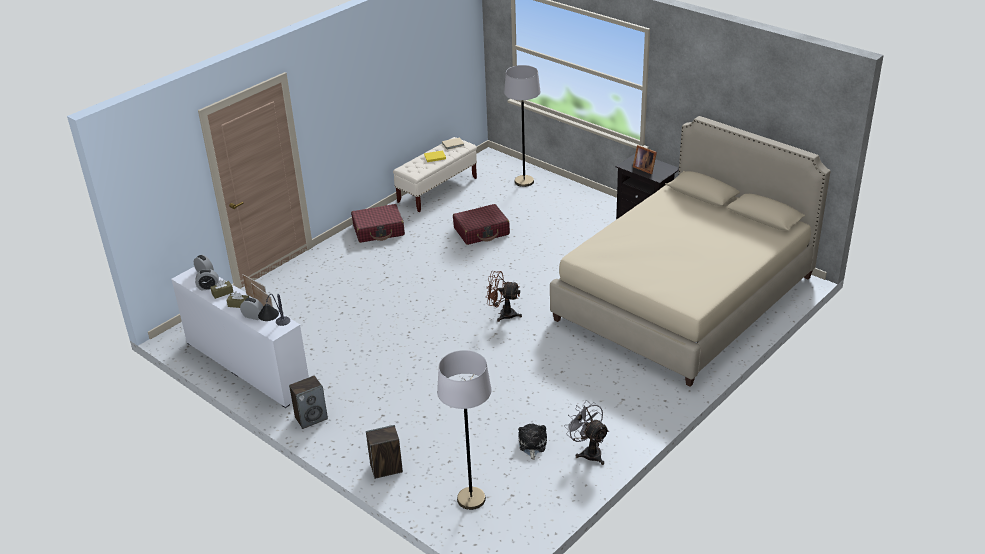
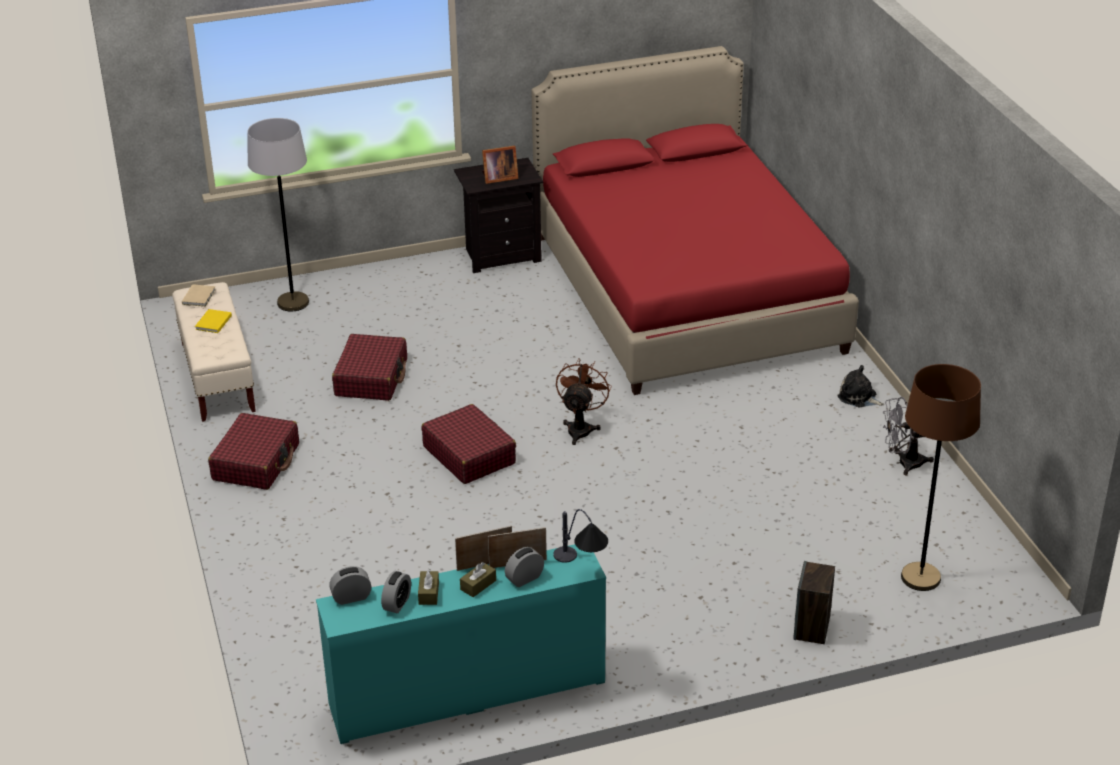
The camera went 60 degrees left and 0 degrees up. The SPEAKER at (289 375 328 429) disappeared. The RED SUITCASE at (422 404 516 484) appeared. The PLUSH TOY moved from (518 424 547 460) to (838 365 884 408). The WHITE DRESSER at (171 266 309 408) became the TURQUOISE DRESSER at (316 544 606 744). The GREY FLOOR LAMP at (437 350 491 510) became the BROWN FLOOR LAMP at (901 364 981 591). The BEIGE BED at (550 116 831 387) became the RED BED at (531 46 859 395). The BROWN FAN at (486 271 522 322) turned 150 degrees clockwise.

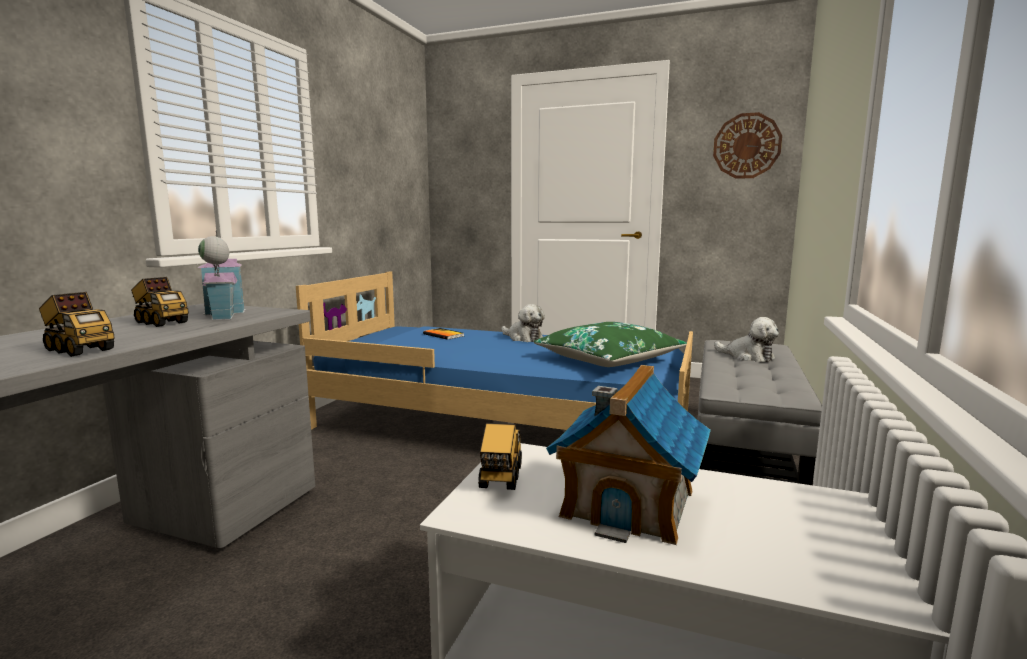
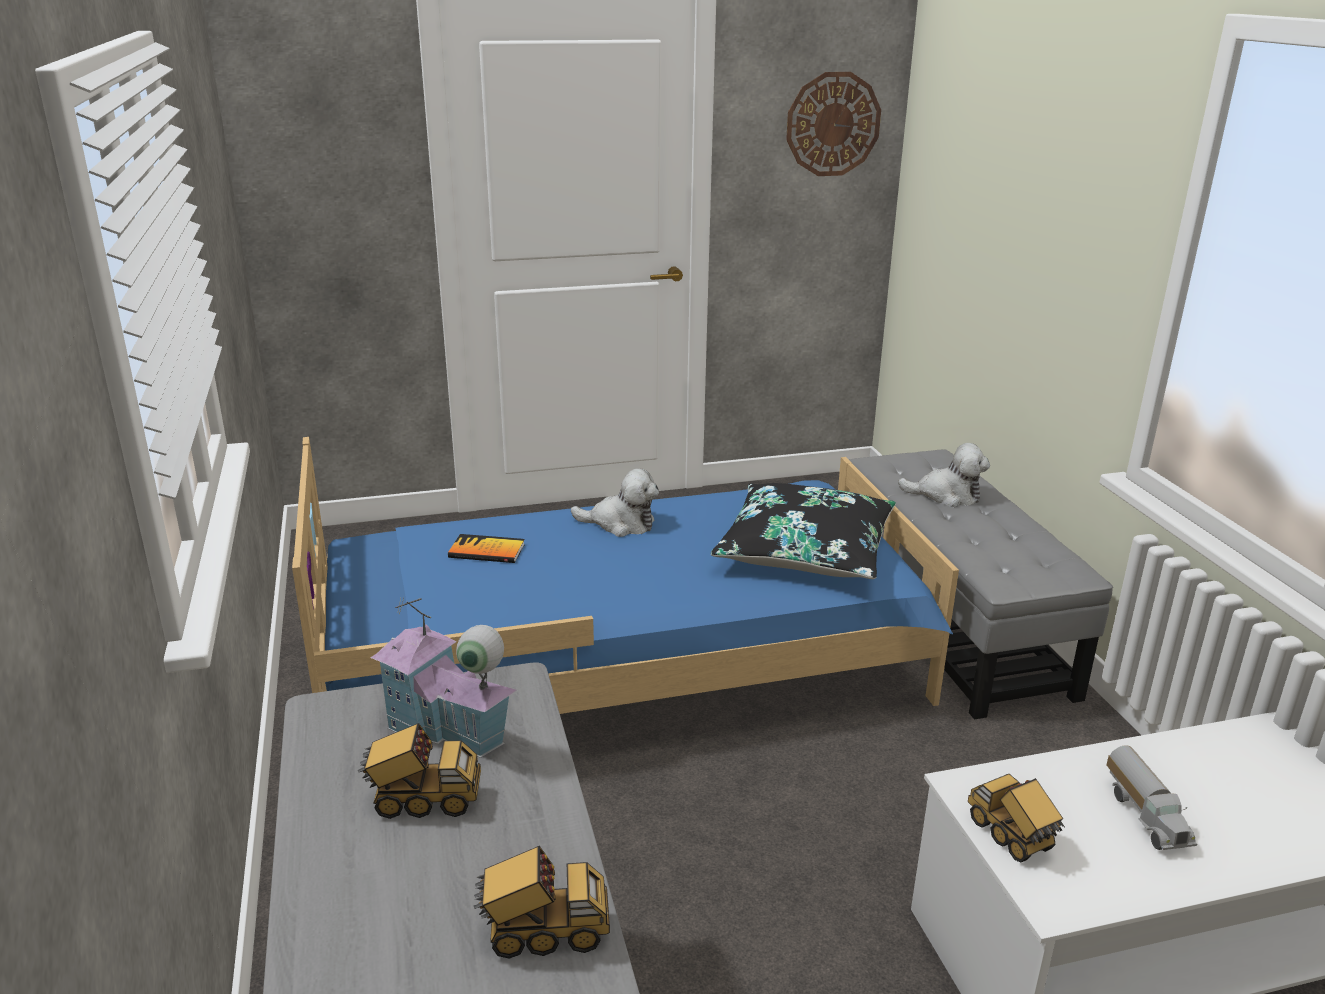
The camera went 35 degrees left and 15 degrees up. The TOY HOUSE at (546 365 711 545) was replaced by the TOY TRUCK at (1106 745 1197 850). The GREEN PILLOW at (534 322 687 367) became the BLACK PILLOW at (710 483 896 579).

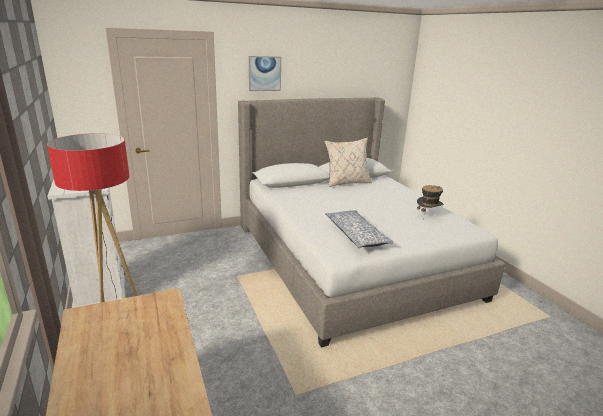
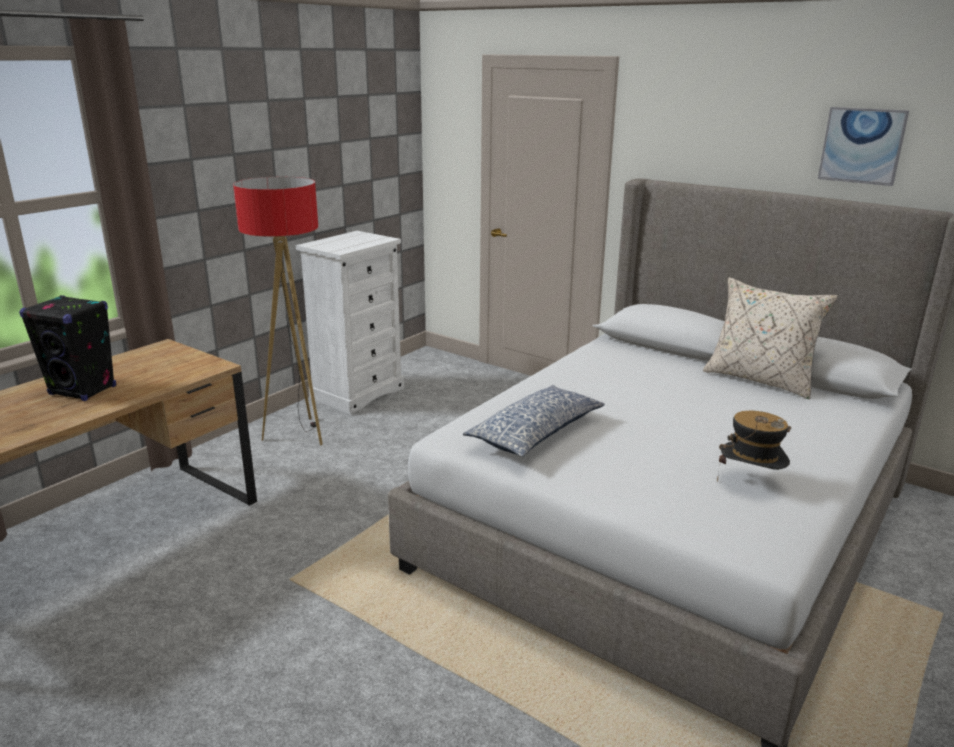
The camera went 60 degrees right and 0 degrees up. The BLACK SPEAKER at (19 295 116 401) appeared. The PICTURE moved from (249 56 281 91) to (818 107 909 186).

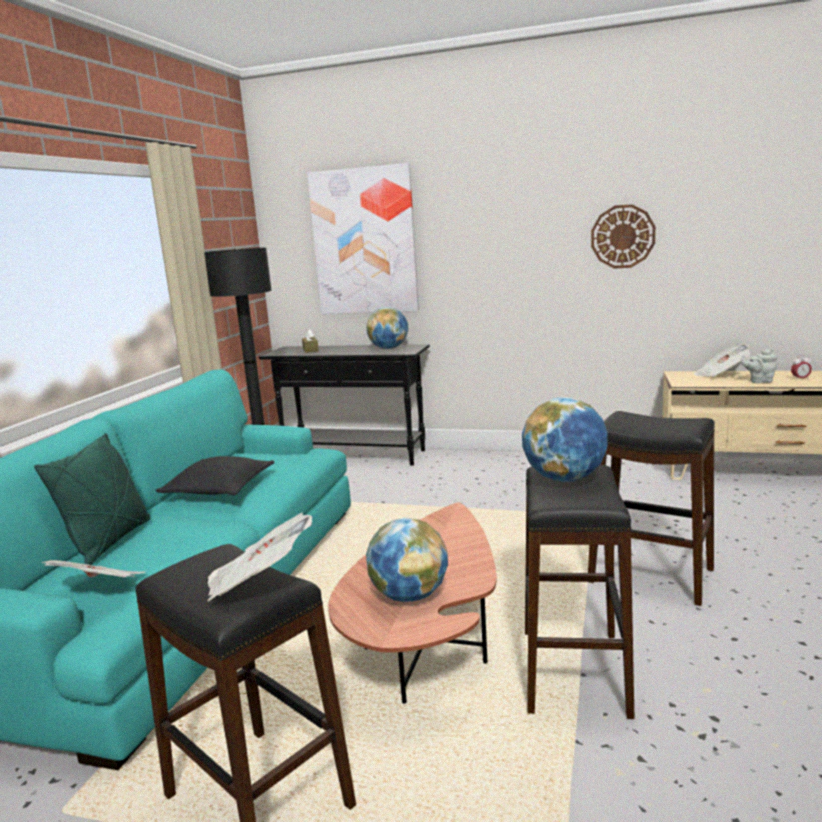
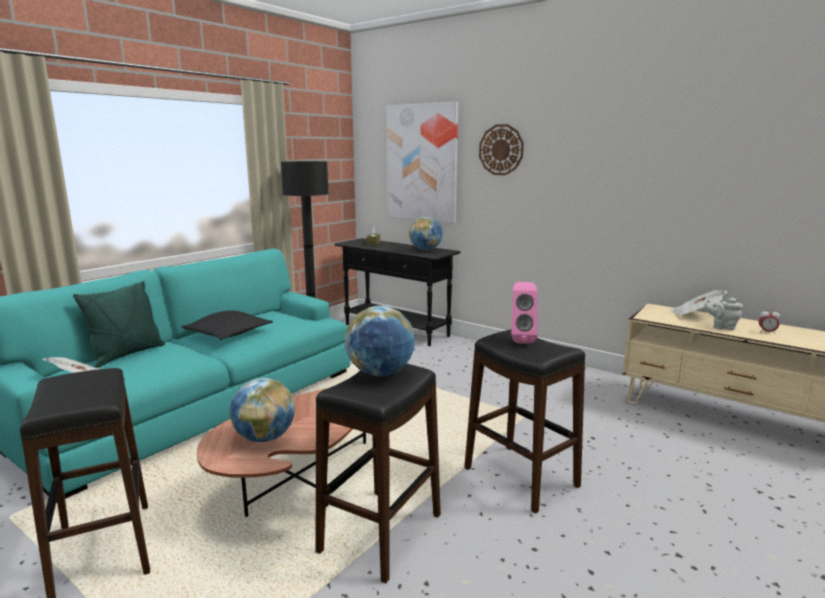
The camera went 20 degrees right and 0 degrees up. The NEWSPAPER at (207 512 312 601) disappeared. The PINK SPEAKER at (511 282 538 344) appeared. The WALL CLOCK moved from (591 204 656 268) to (479 124 524 175).

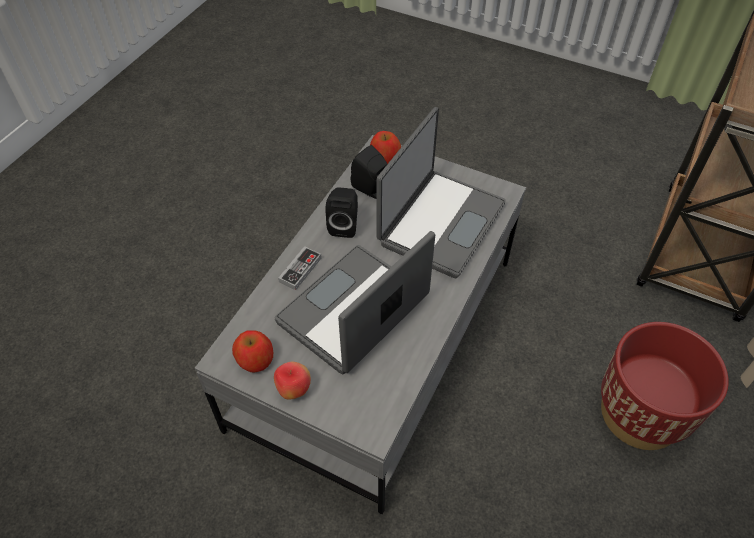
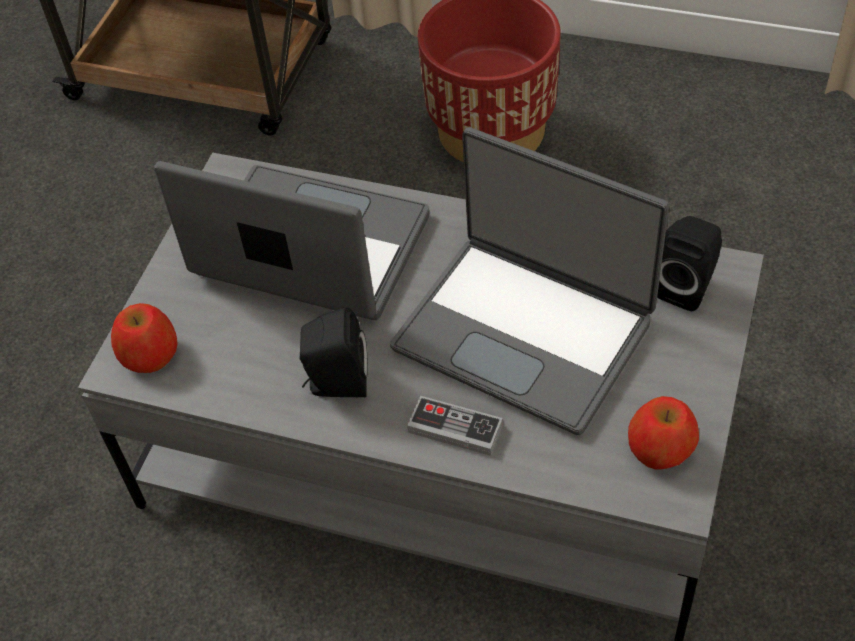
The camera went 95 degrees left and 0 degrees up. The APPLE at (274 362 311 400) disappeared. The BLACK SPEAKER moved from (351 145 387 199) to (657 216 722 311).

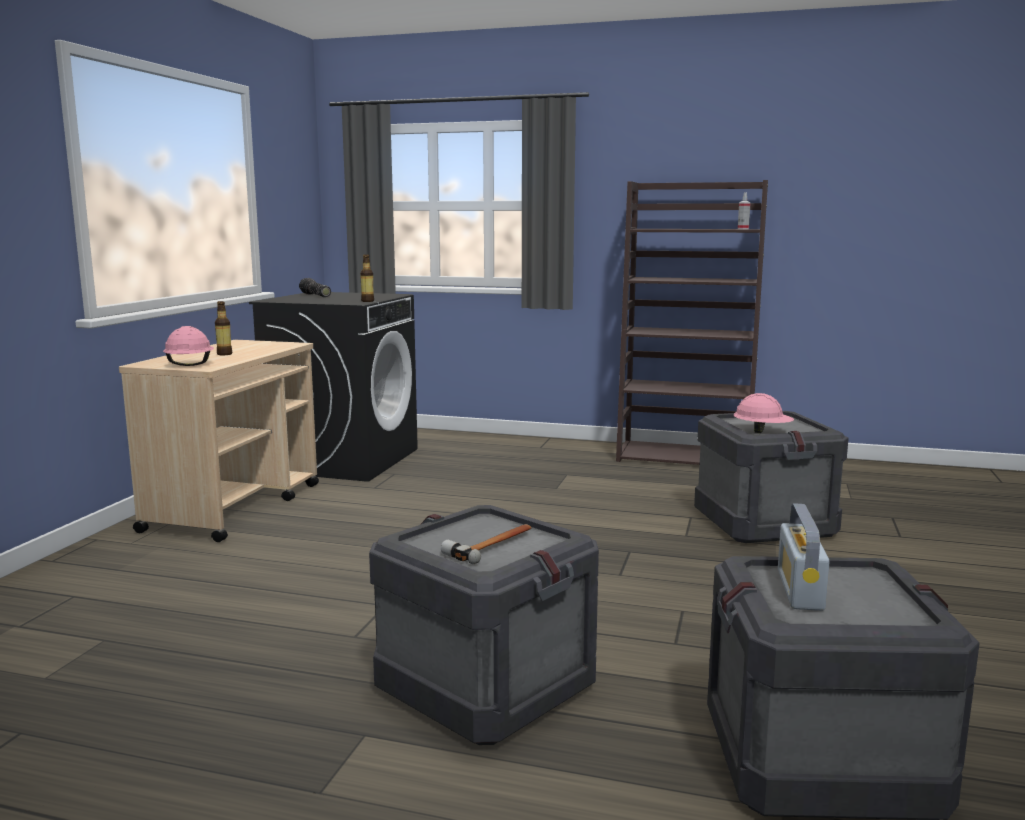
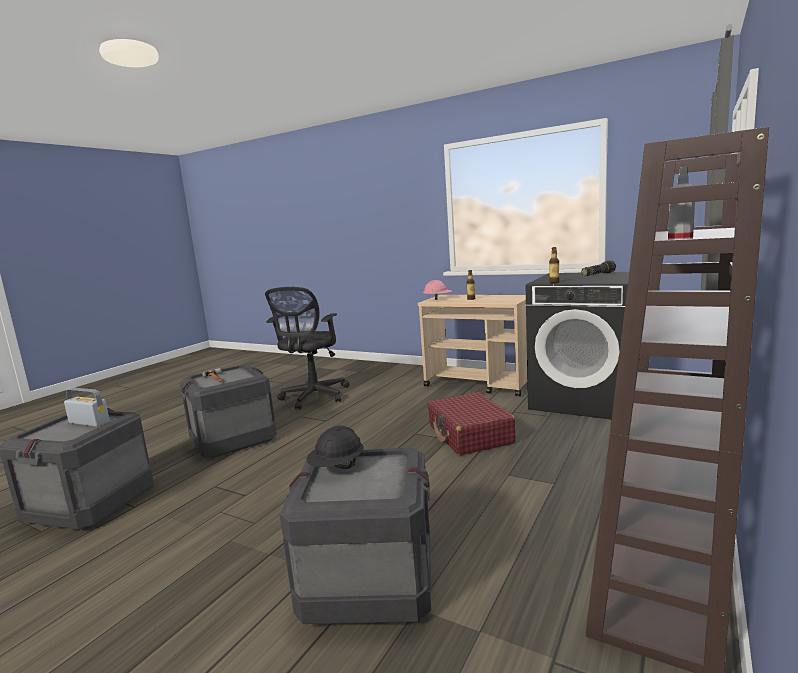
The camera went 105 degrees right and 0 degrees up. The BLACK OFFICE CHAIR at (265 287 350 409) appeared. The RED SUITCASE at (428 392 516 456) appeared. The PINK HARD HAT at (734 393 794 433) became the BLACK HARD HAT at (306 426 363 469).

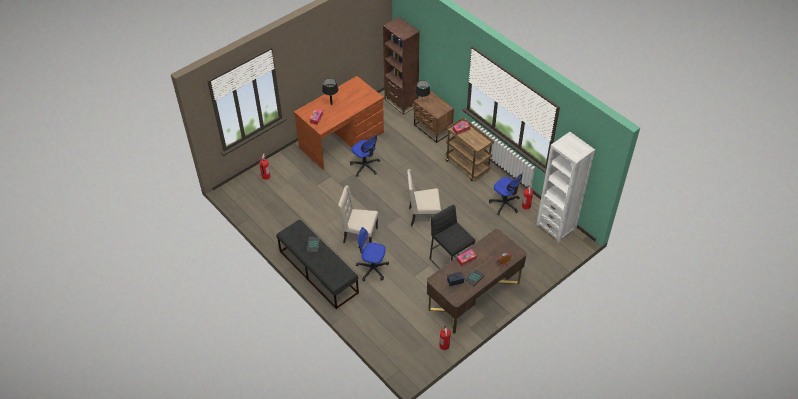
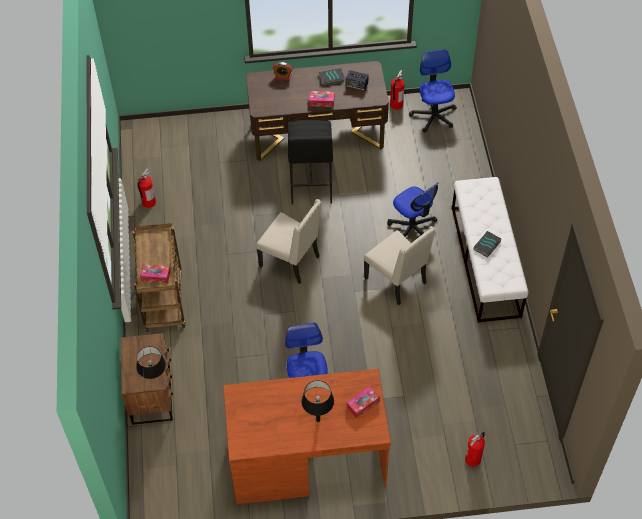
The camera went 145 degrees left and 5 degrees up. The BROWN BOOKCASE at (383 17 420 115) disappeared. The WHITE BOOKCASE at (536 132 595 243) disappeared. The OFFICE CHAIR moved from (489 172 523 215) to (409 49 457 132). The BLACK BENCH at (277 220 359 309) became the WHITE BENCH at (452 177 529 323).

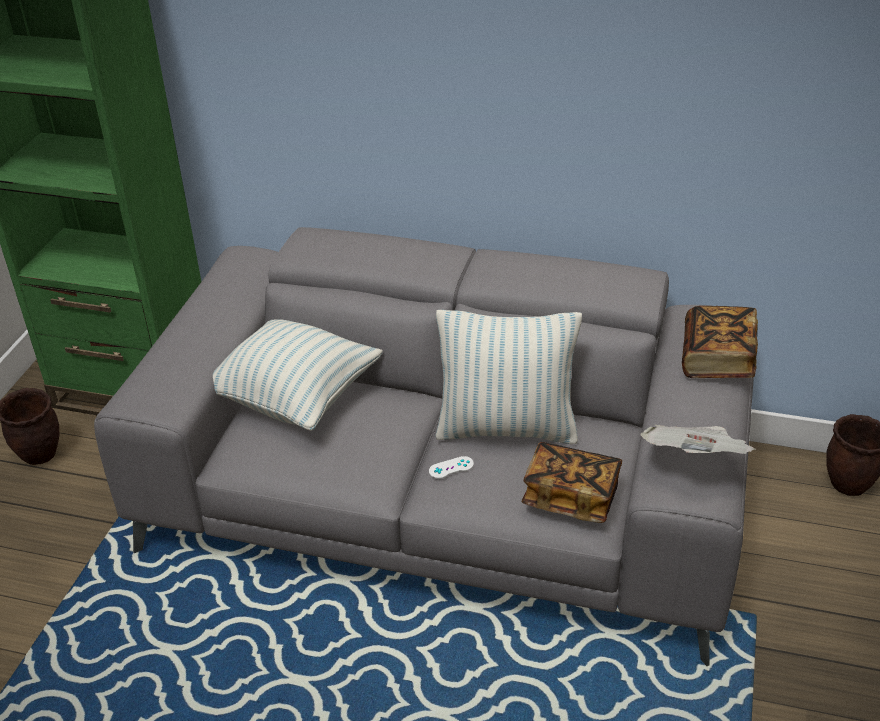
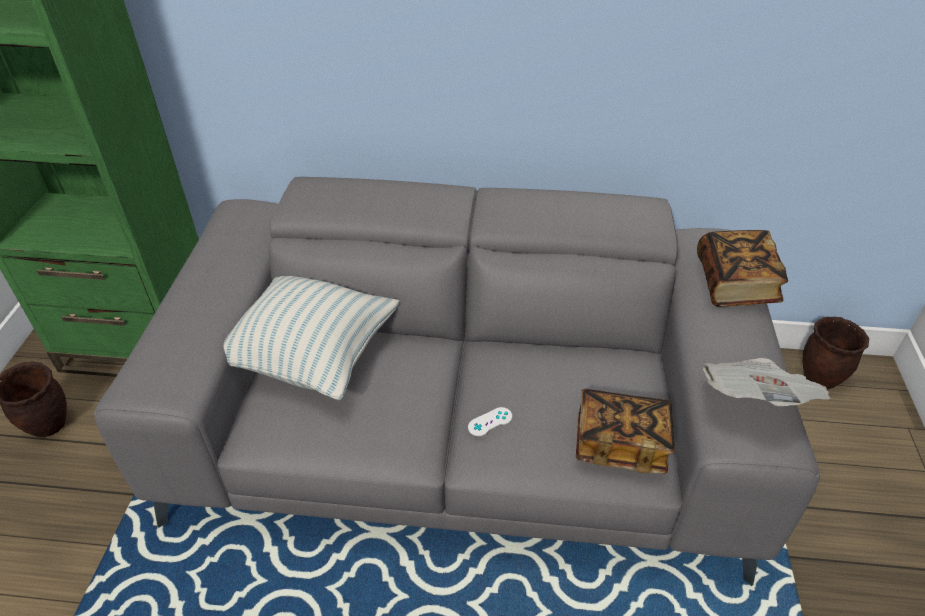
The camera went 10 degrees left and 5 degrees up. The PILLOW at (435 310 582 444) disappeared.

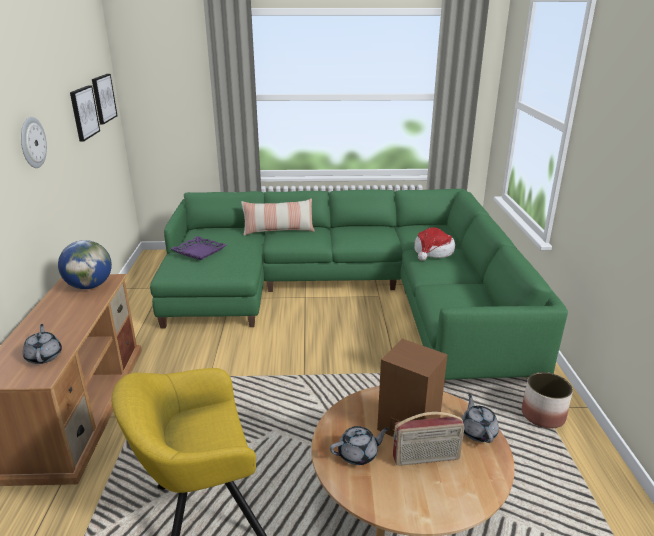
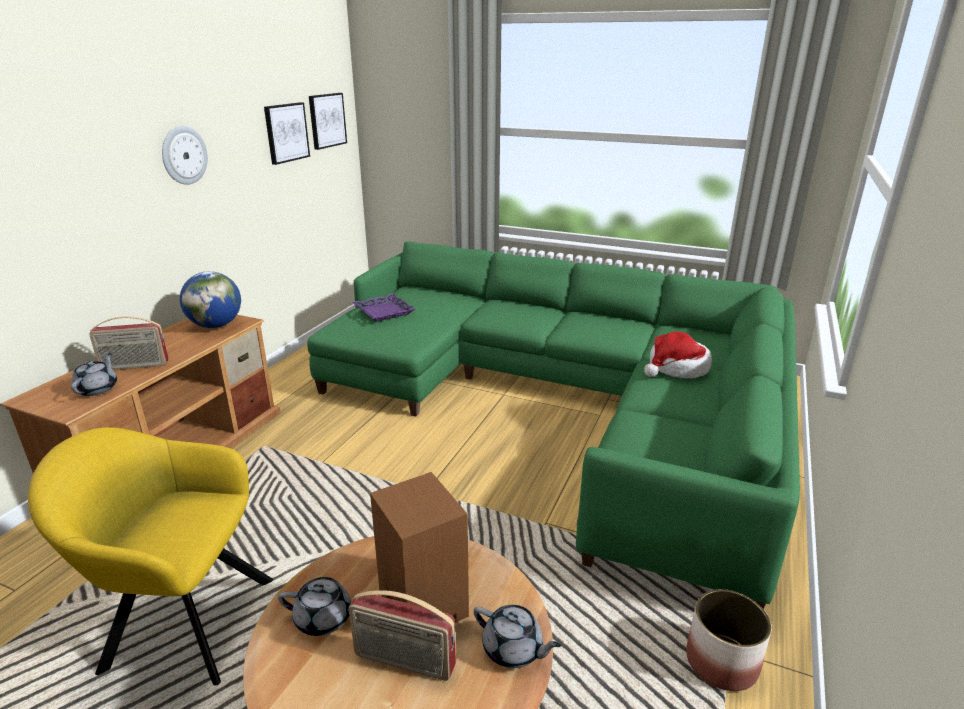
The camera went 25 degrees right and 0 degrees up. The PILLOW at (241 199 315 236) disappeared. The RADIO at (89 316 169 370) appeared. The GREY TEAPOT at (461 394 499 443) turned 105 degrees clockwise.

